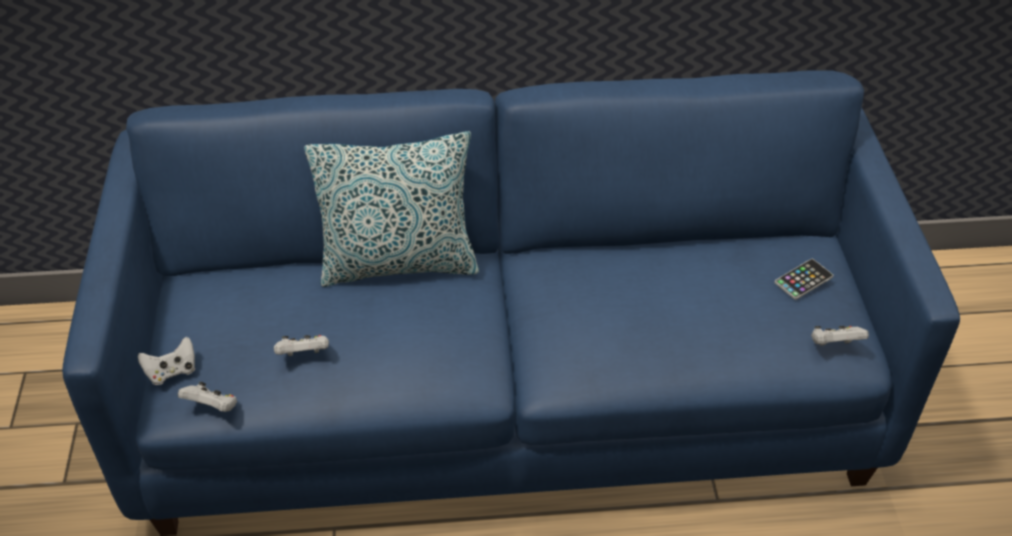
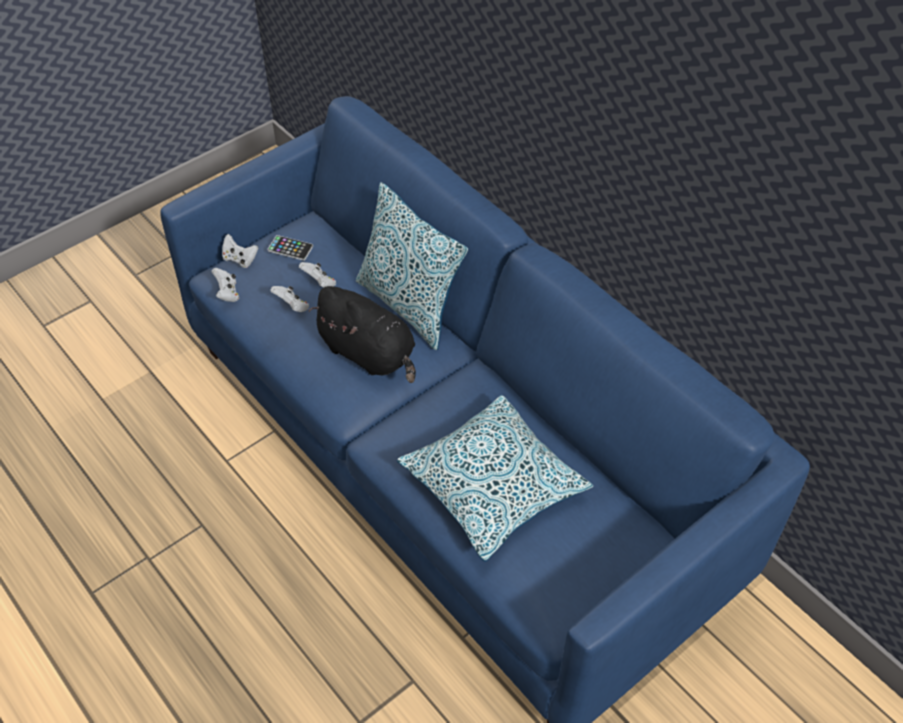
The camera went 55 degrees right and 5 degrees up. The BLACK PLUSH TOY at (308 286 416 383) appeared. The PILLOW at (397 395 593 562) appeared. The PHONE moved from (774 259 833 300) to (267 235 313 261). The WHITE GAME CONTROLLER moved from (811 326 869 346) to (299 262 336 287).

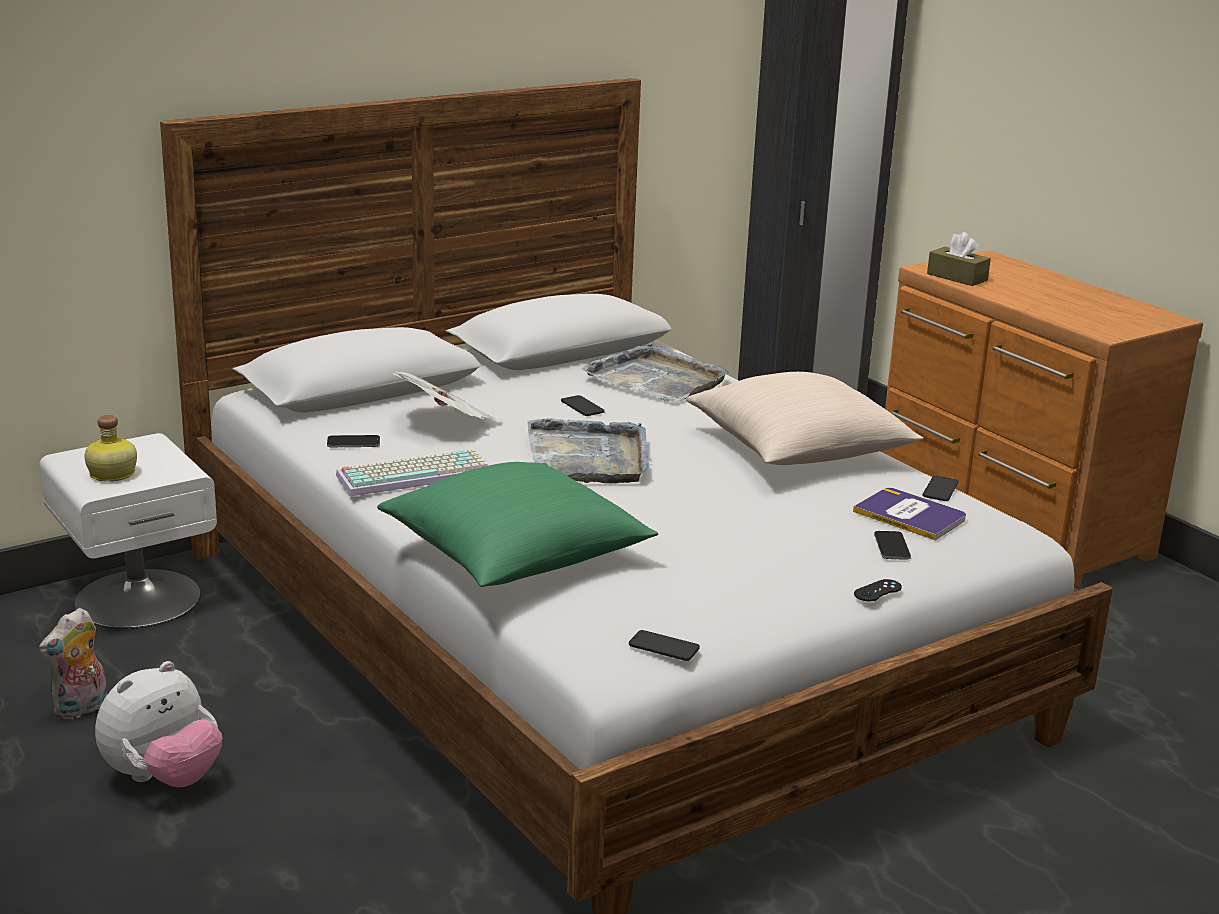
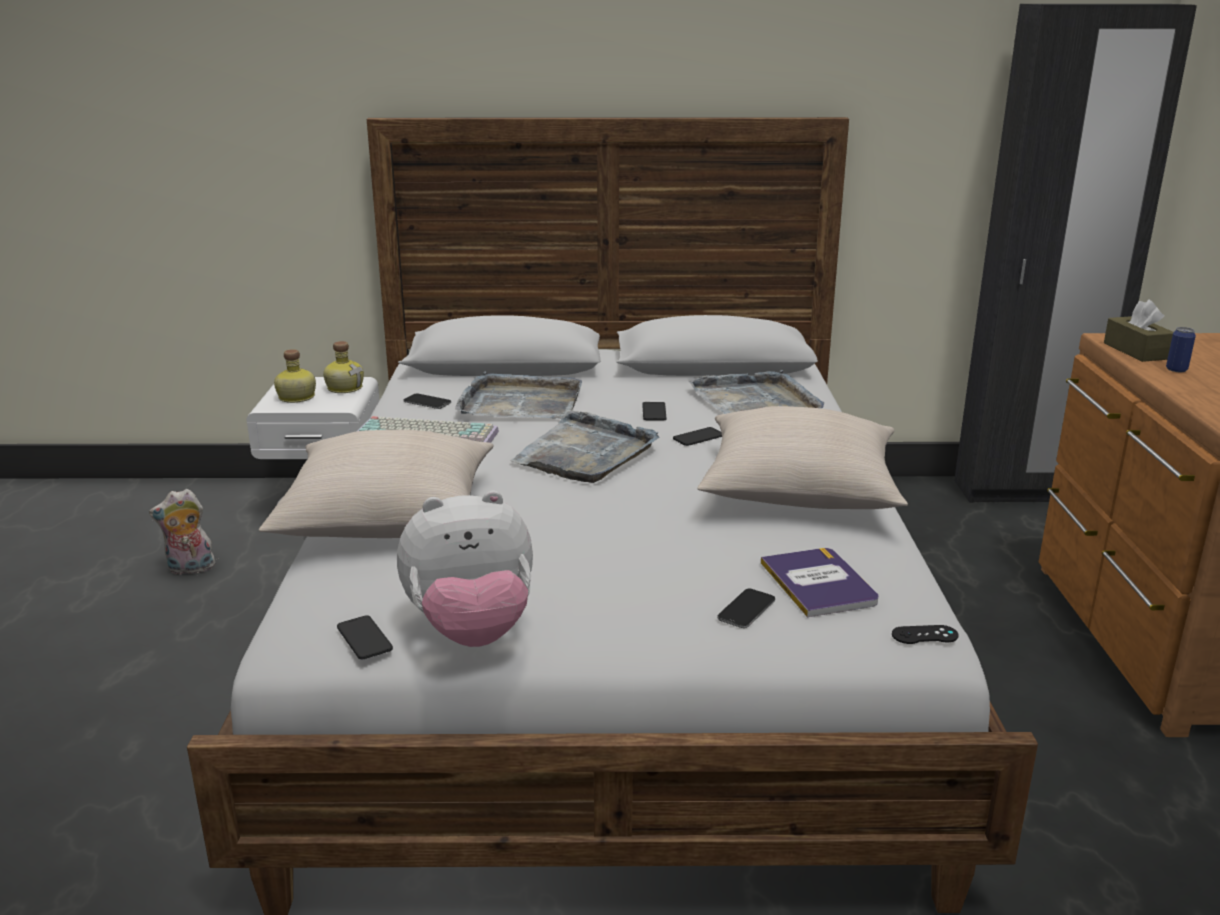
The camera went 35 degrees right and 0 degrees up. The BOTTLE at (323 341 364 393) appeared. The CAN at (1166 327 1196 372) appeared. The PLUSH TOY moved from (95 661 222 787) to (397 491 533 647). The BLACK GAME CONTROLLER moved from (854 579 902 601) to (892 625 959 644). The PHONE moved from (923 476 958 501) to (673 427 722 446). The NEWSPAPER at (391 372 502 421) was replaced by the GREY TRAY at (455 371 582 419). The GREEN PILLOW at (377 462 658 587) became the BEIGE PILLOW at (259 430 493 538).

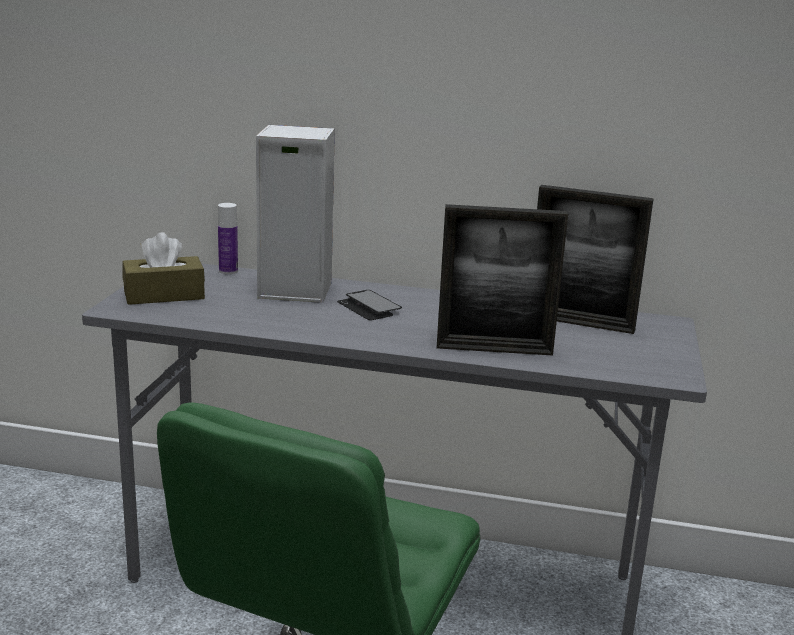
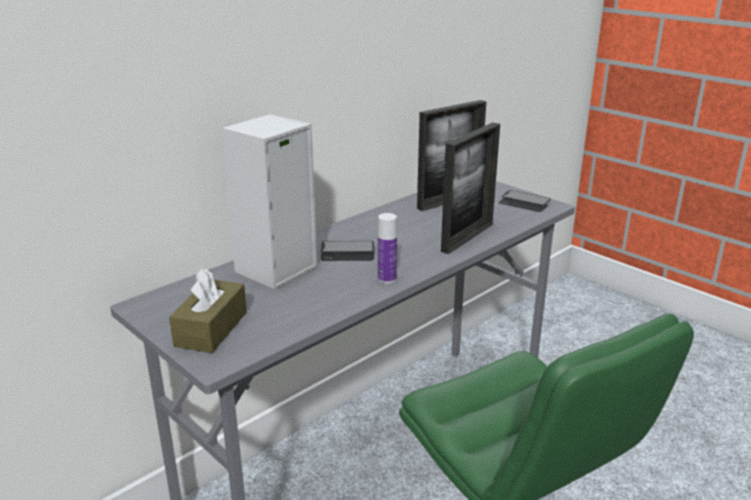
The camera went 55 degrees left and 5 degrees up. The PHONE at (499 190 551 212) appeared. The BOTTLE moved from (218 203 238 274) to (378 213 397 284).

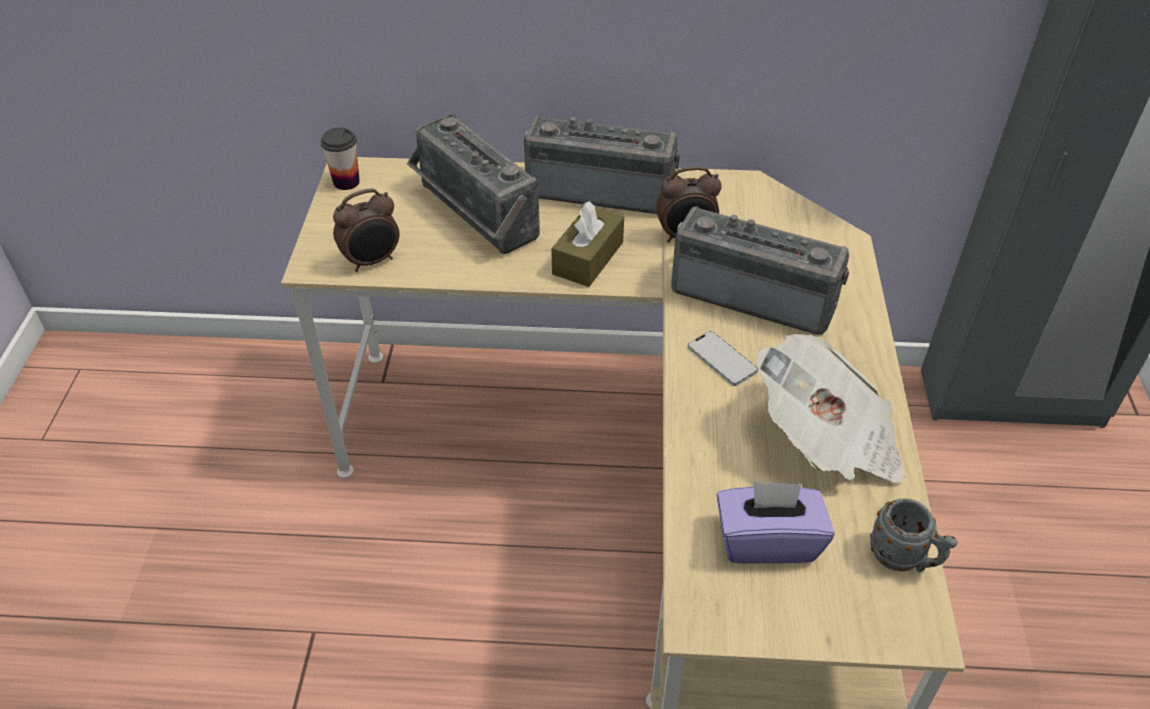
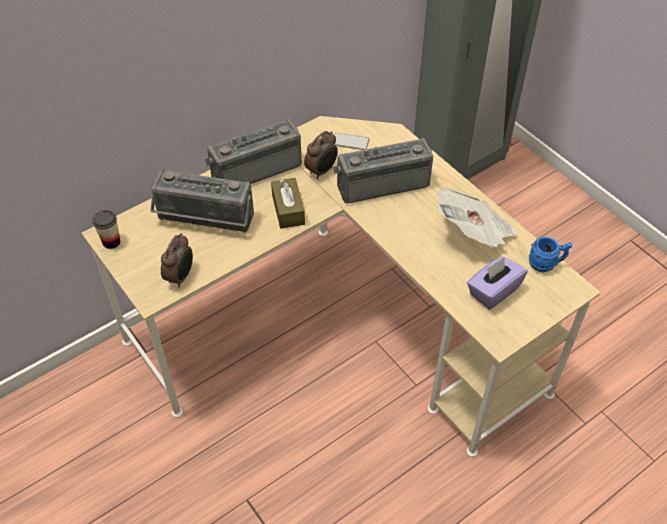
The camera went 40 degrees left and 5 degrees up. The PHONE moved from (688 331 758 386) to (334 133 369 150). The GREY MUG at (870 498 958 572) became the BLUE MUG at (529 237 572 272).

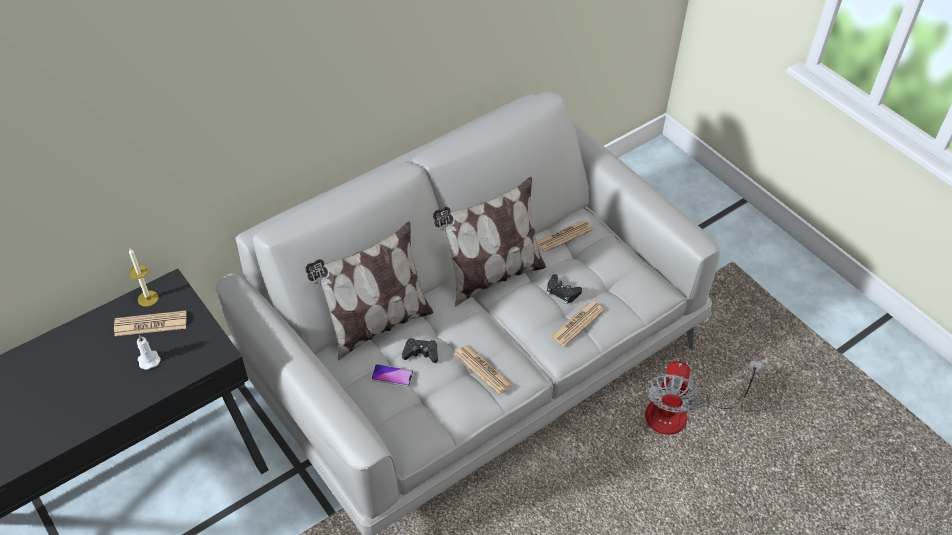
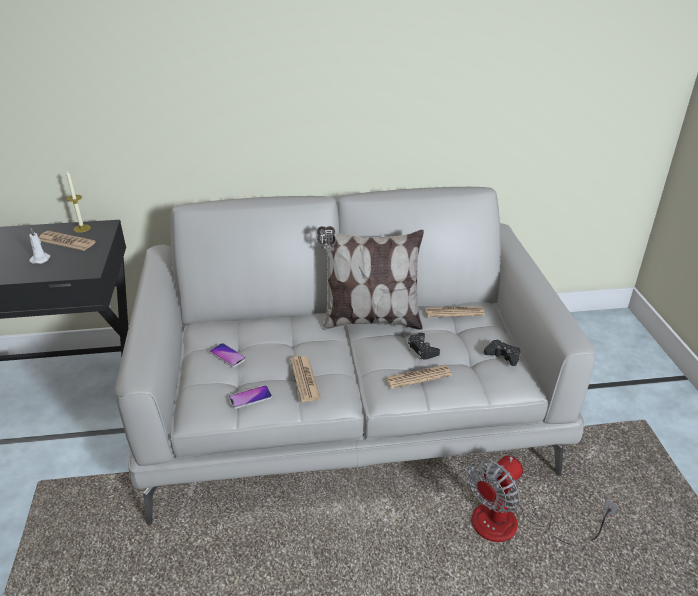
The camera went 30 degrees right and 15 degrees down. The PILLOW at (305 222 434 361) disappeared. The PHONE at (229 385 272 409) appeared. The BLACK GAME CONTROLLER moved from (402 338 438 363) to (484 340 520 366).

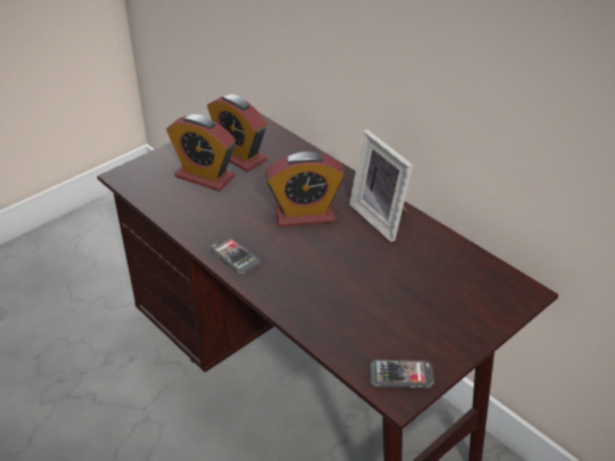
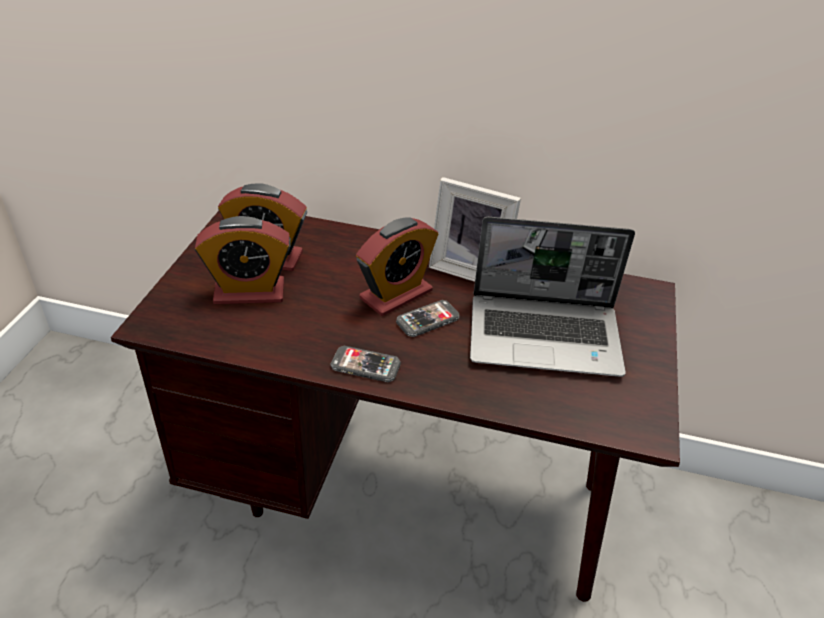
The camera went 35 degrees left and 0 degrees up. The LAPTOP at (470 217 635 377) appeared. The PHONE moved from (369 360 434 388) to (396 300 460 337).

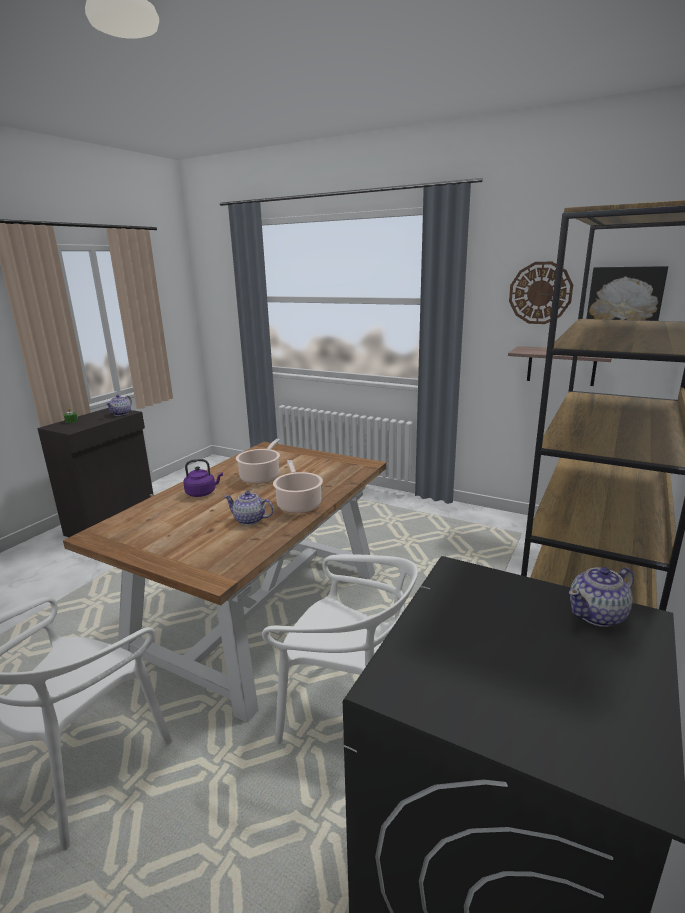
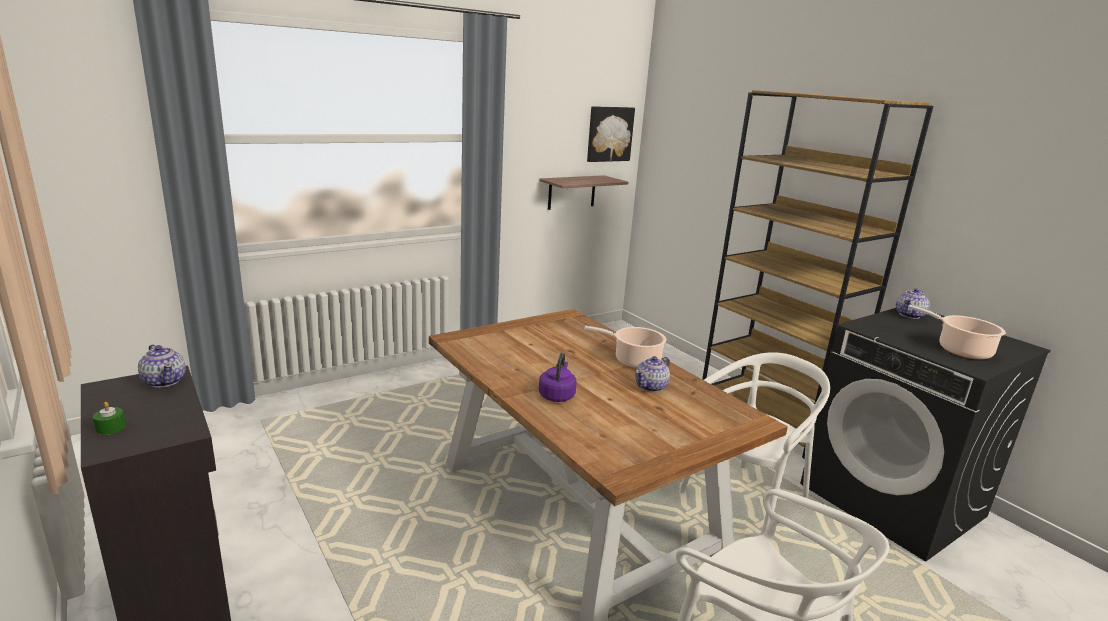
The camera went 65 degrees left and 0 degrees up. The WALL CLOCK at (509 262 573 324) disappeared. The COOKING POT moved from (236 439 280 484) to (908 305 1006 359). The TEAPOT at (569 567 634 627) turned 45 degrees clockwise.

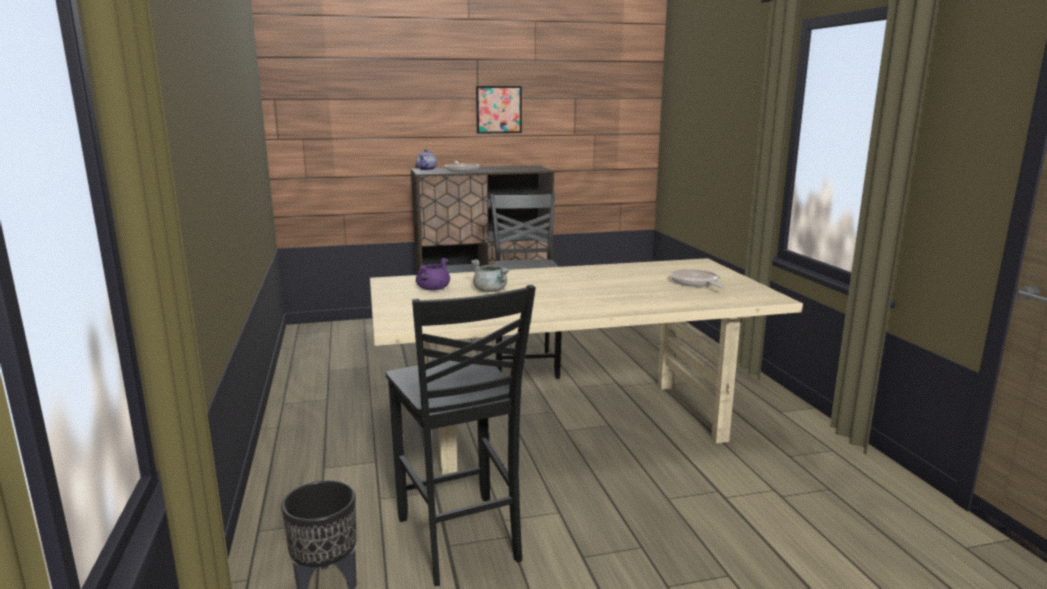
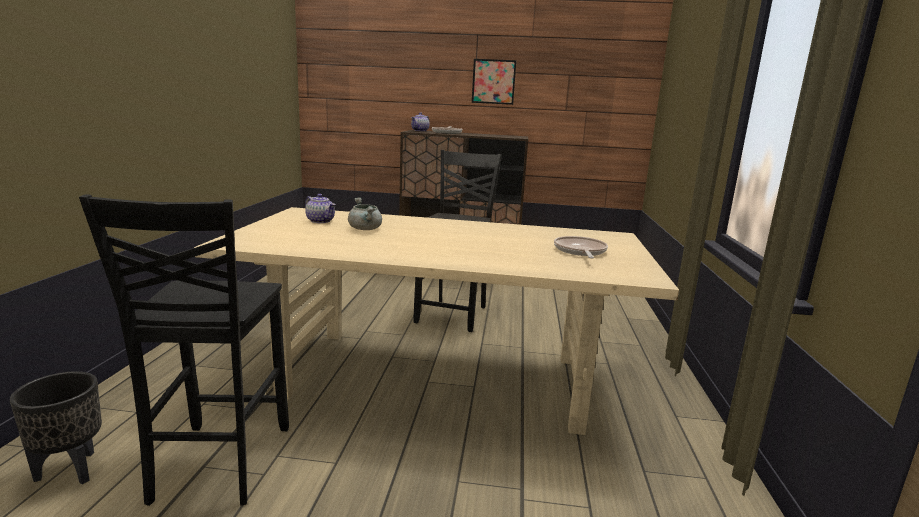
The camera went 20 degrees right and 0 degrees up. The PURPLE COOKING POT at (416 258 450 290) was replaced by the TEAPOT at (305 194 335 223).

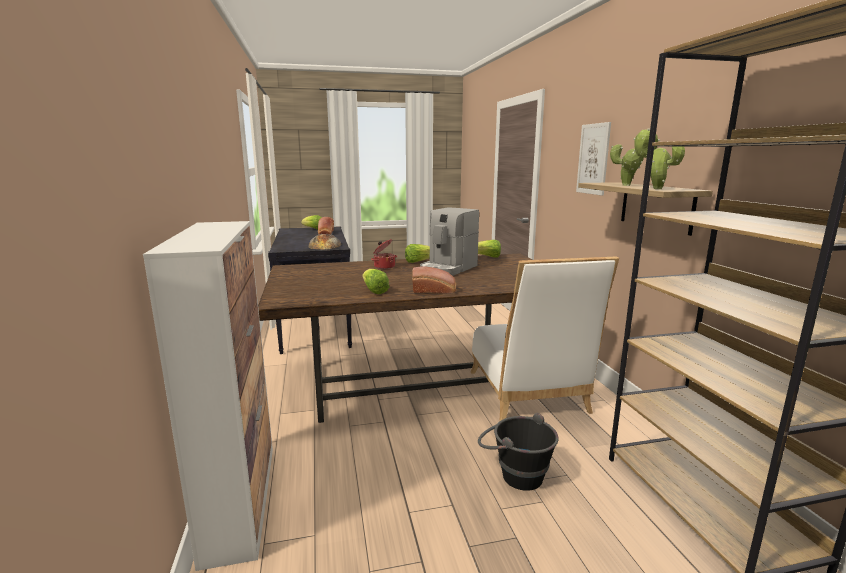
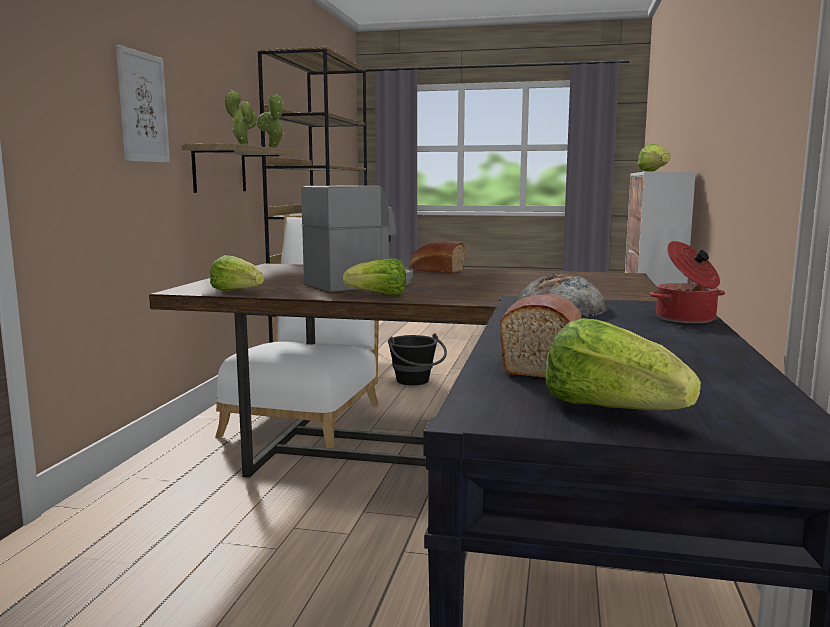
The camera went 155 degrees left and 5 degrees down. The LETTUCE moved from (363 269 389 294) to (637 144 670 172). The COOKING POT moved from (371 239 397 269) to (650 241 725 323).

